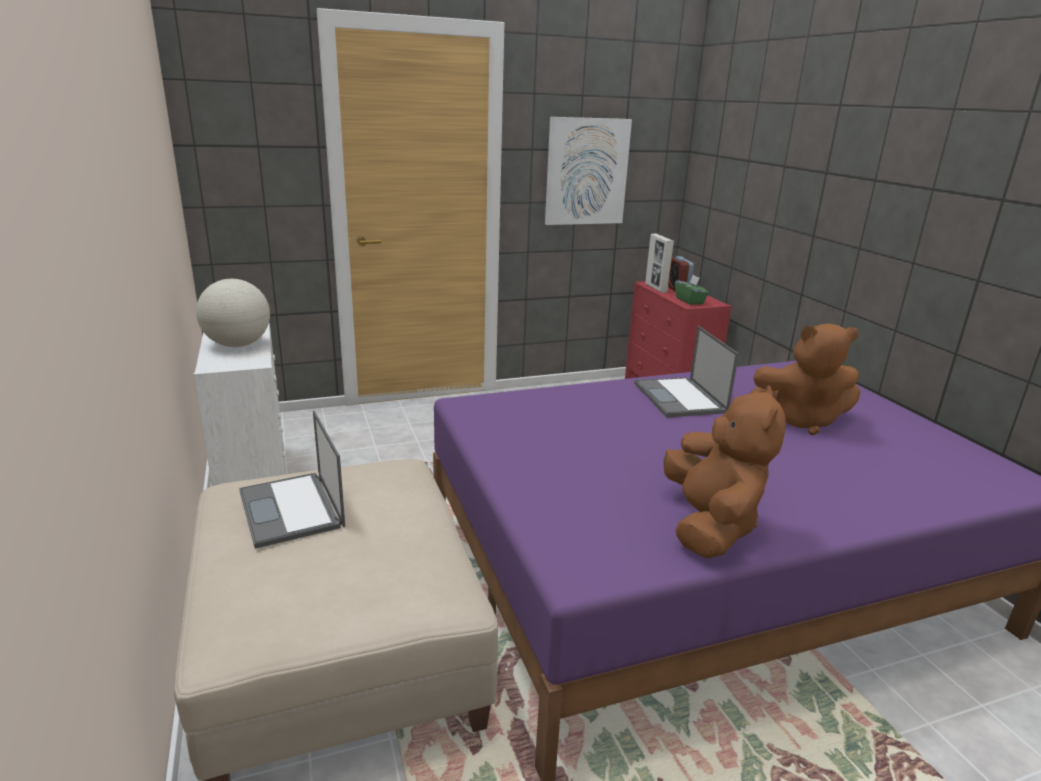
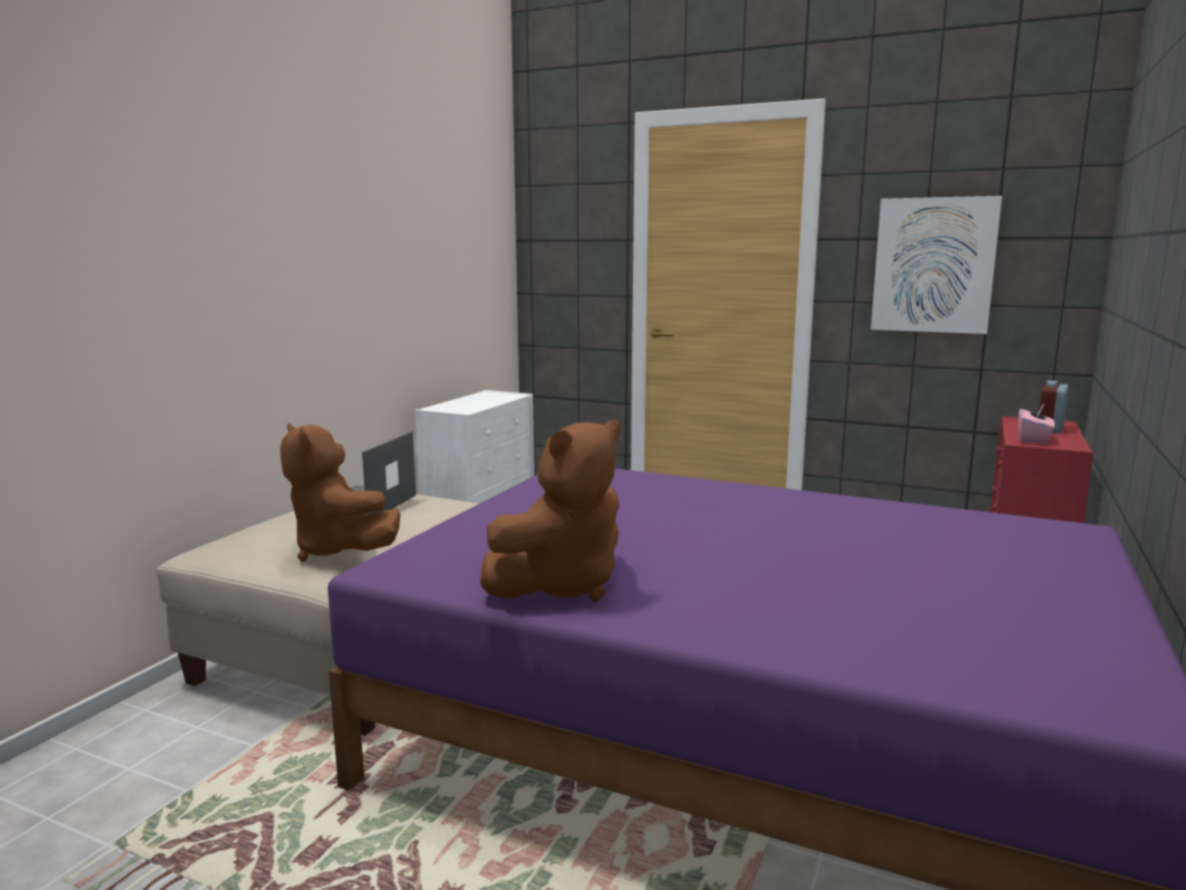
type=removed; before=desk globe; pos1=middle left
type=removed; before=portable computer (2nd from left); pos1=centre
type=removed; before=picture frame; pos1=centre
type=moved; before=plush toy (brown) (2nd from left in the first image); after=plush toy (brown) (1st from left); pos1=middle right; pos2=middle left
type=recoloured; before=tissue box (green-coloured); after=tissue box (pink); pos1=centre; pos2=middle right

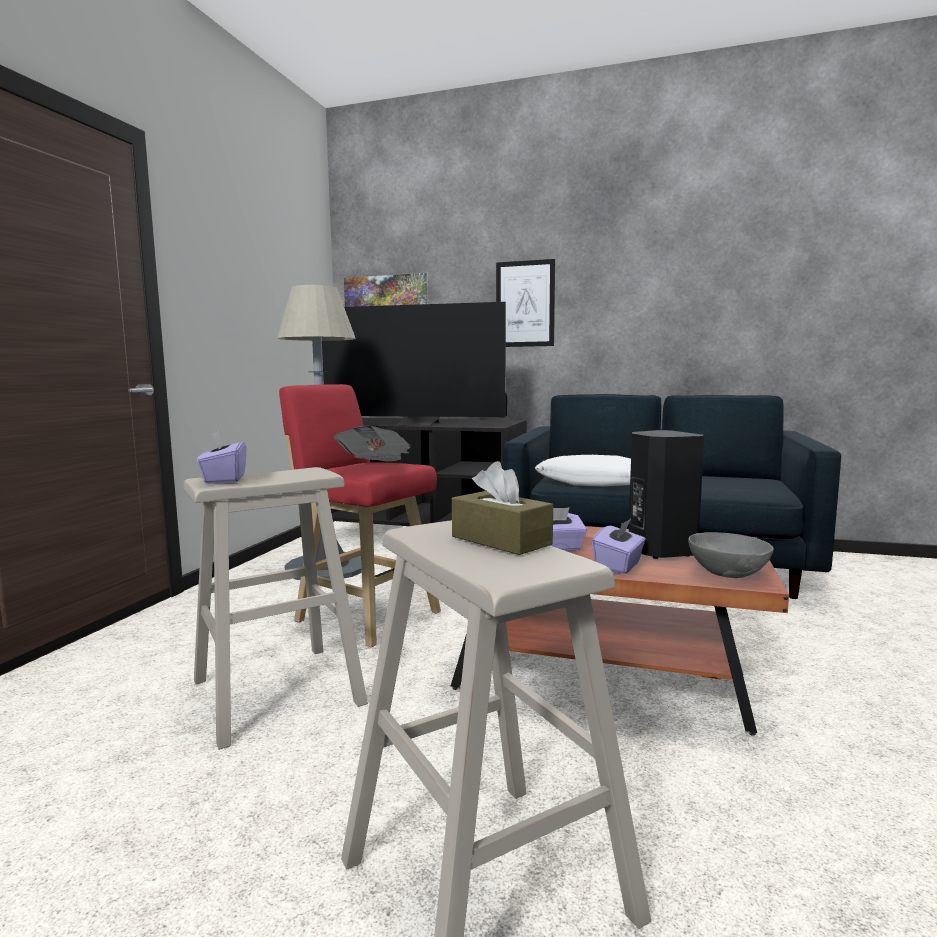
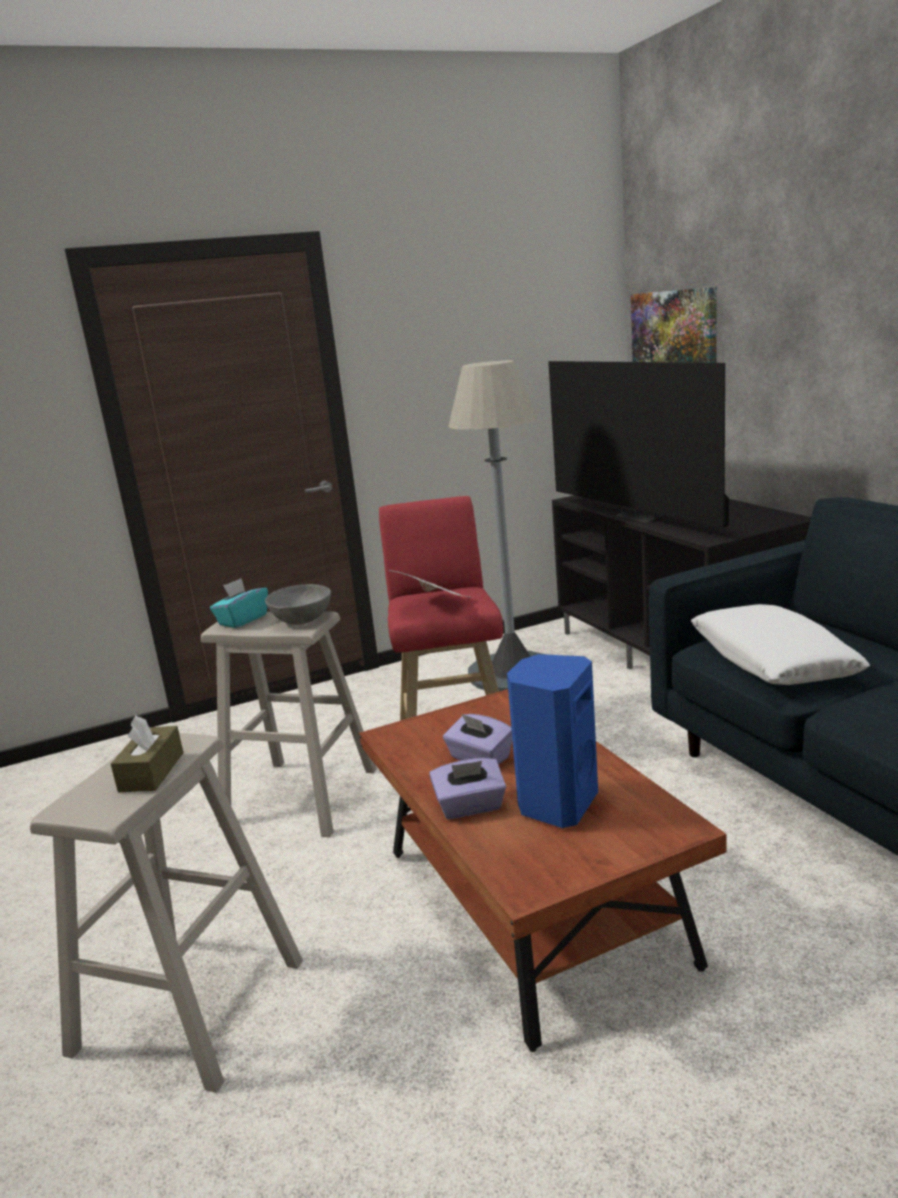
type=removed; before=picture (2nd from left); pos1=top centre
type=moved; before=deep dish (grey); pos1=middle right; pos2=middle left
type=recoloured; before=tissue box (purple) (1st from left); after=tissue box (turquoise-coloured); pos1=middle left; pos2=middle left
type=recoloured; before=speaker (black); after=speaker (blue-coloured); pos1=middle right; pos2=centre

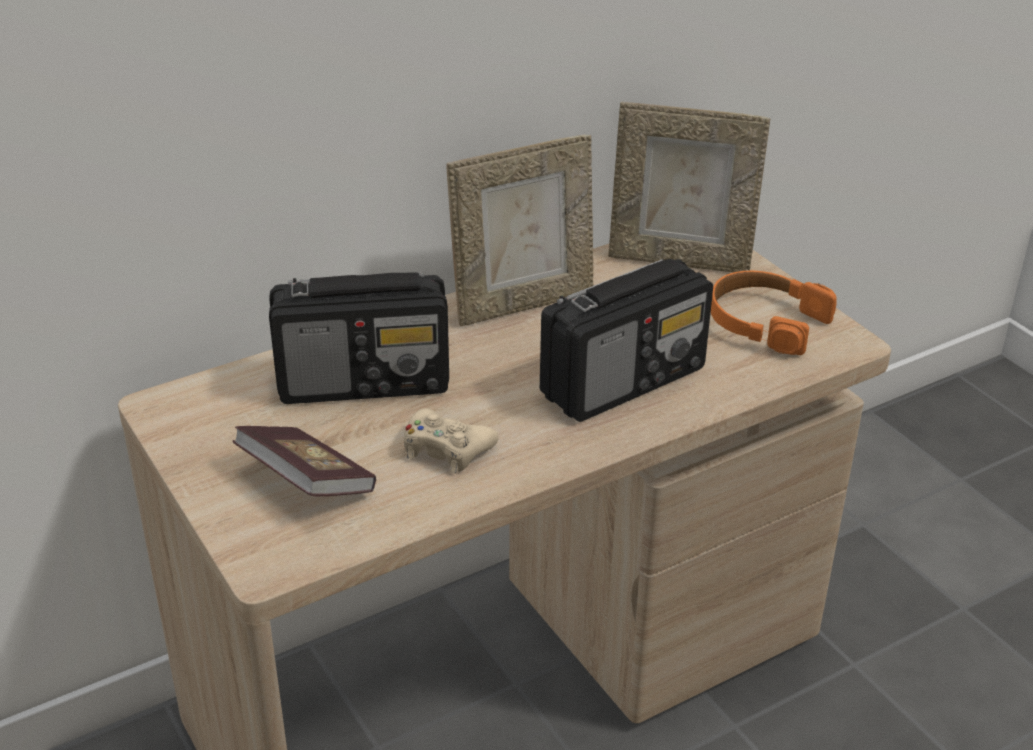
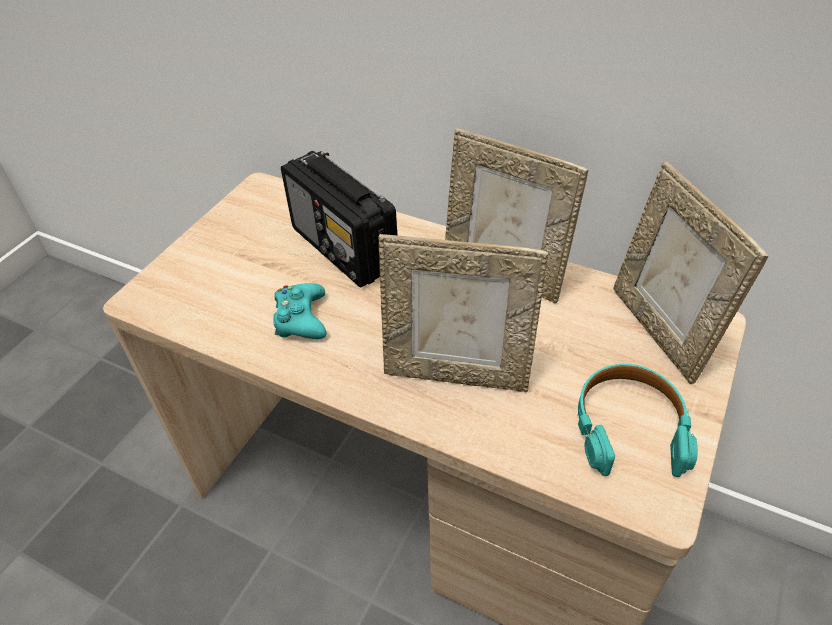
type=removed; before=bound book; pos1=middle left
type=replaced; before=radio (2nd from left); after=picture frame (1st from left); pos1=centre; pos2=centre
type=recoloured; before=joypad (beige); after=joypad (turquoise-coloured); pos1=centre; pos2=centre
type=recoloured; before=headset (orange-coloured); after=headset (turquoise-coloured); pos1=middle right; pos2=bottom right

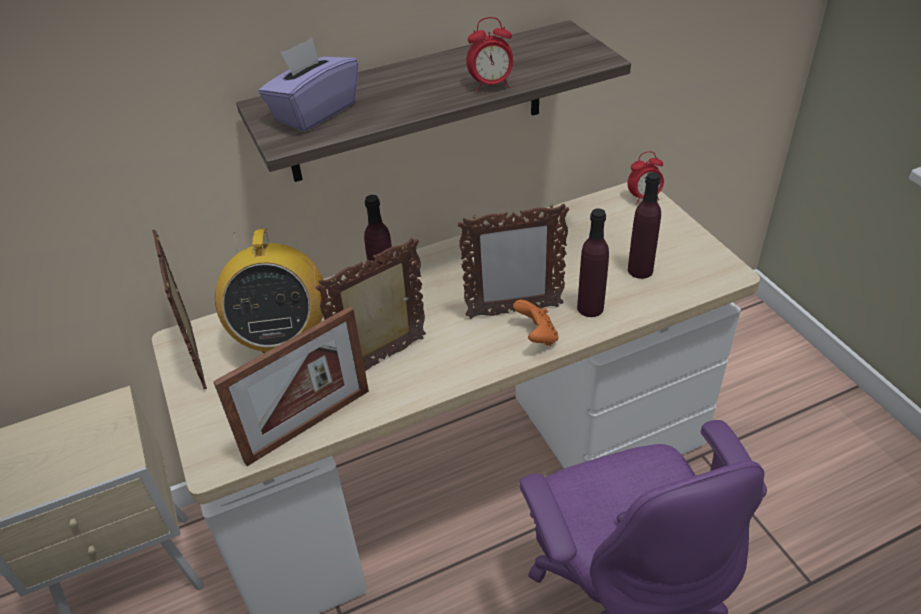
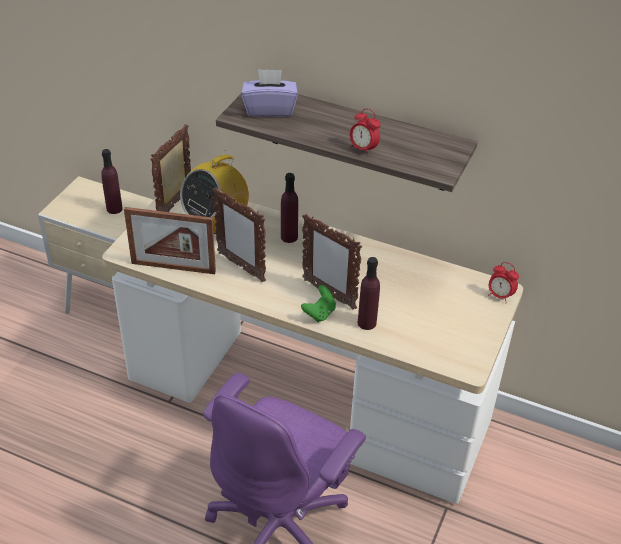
type=moved; before=bottle (purple) (3rd from left in the first image); after=bottle (purple) (1st from left); pos1=middle right; pos2=top left
type=recoloured; before=joypad (orange-coloured); after=joypad (green-coloured); pos1=centre; pos2=centre
type=turned; before=picture frame (3rd from left); pos1=centre; pos2=centre; turn=-150

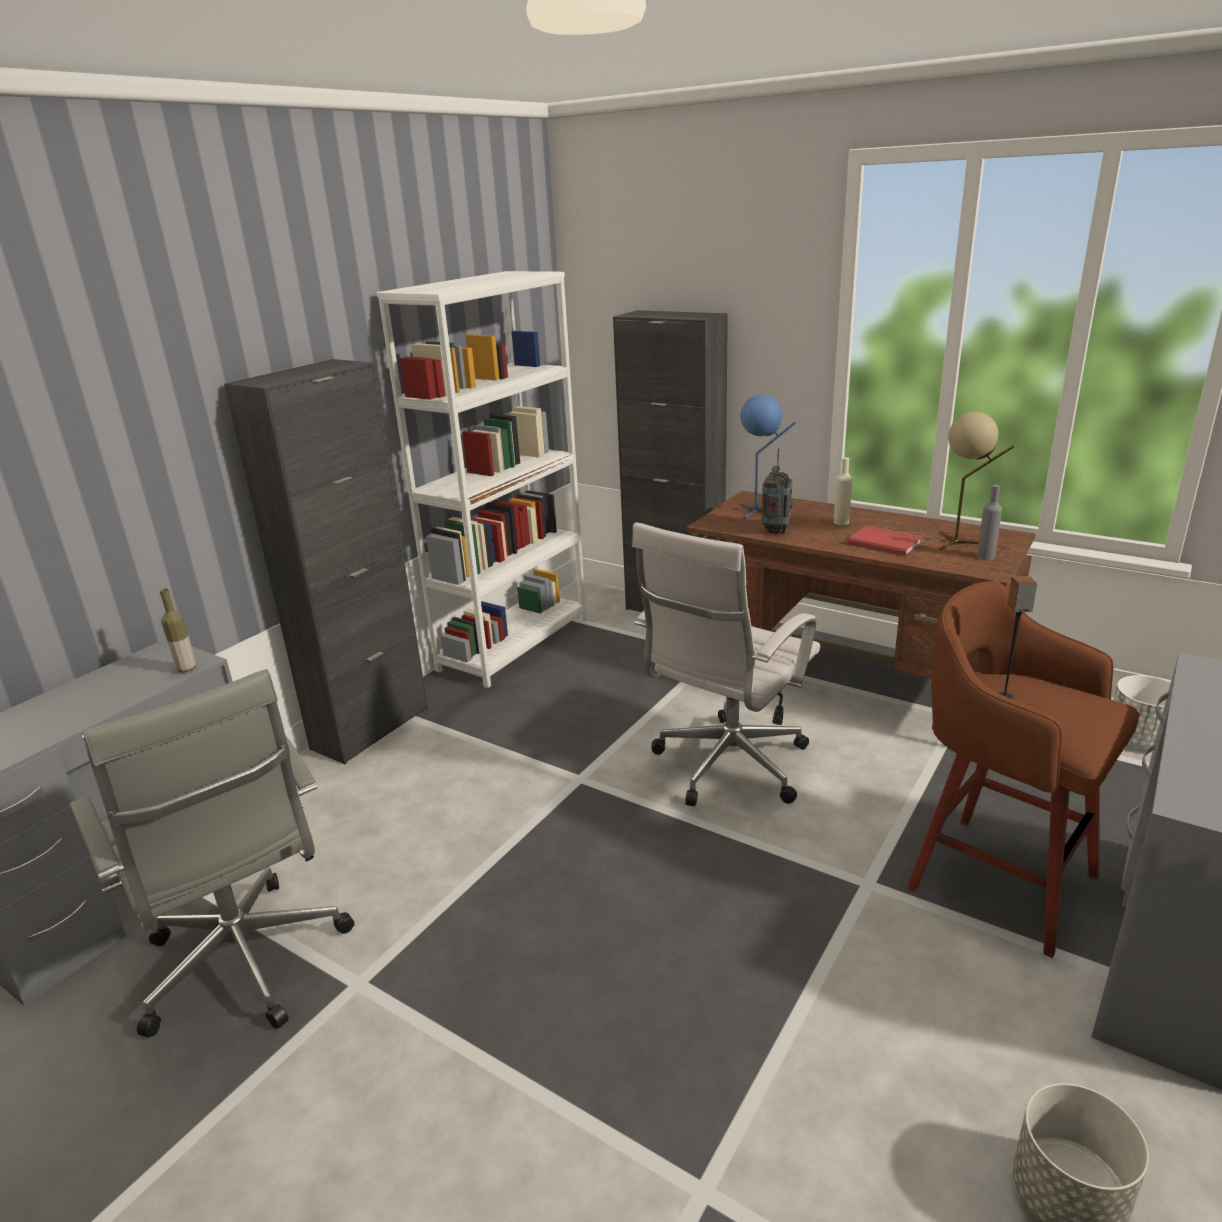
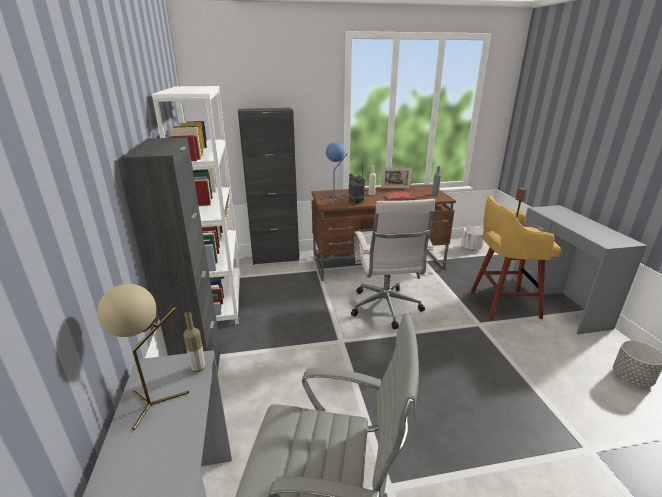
type=added; after=picture frame; pos2=centre
type=moved; before=tabletop lamp (beige); pos1=middle right; pos2=bottom left
type=recoloured; before=sitting stool (brown); after=sitting stool (yellow-coloured); pos1=middle right; pos2=middle right

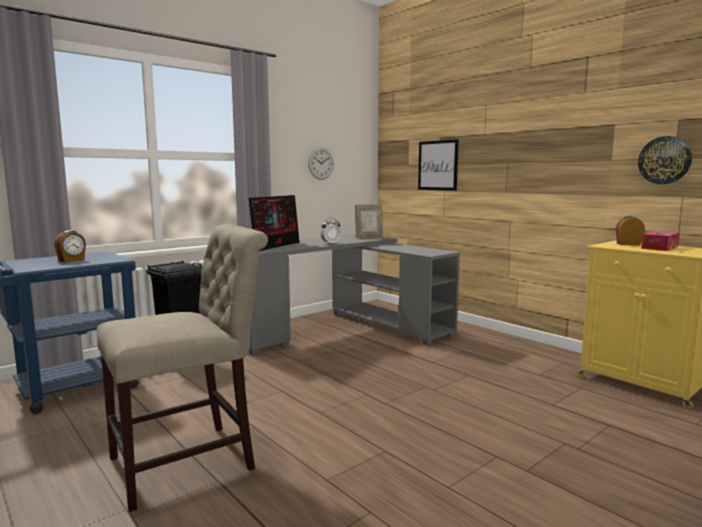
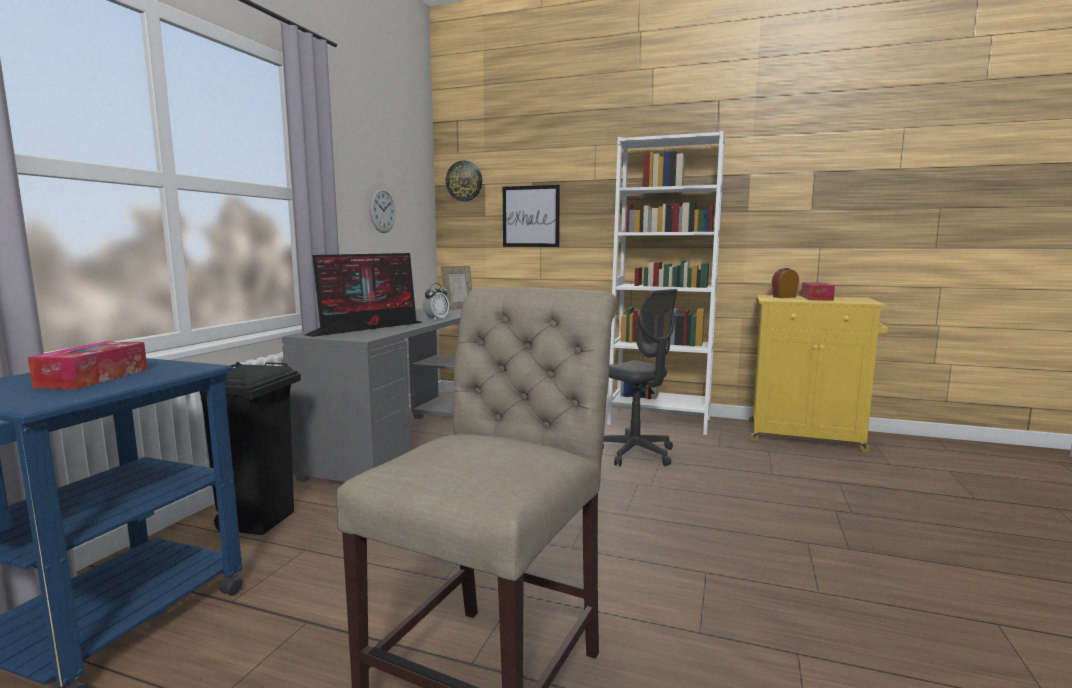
type=added; after=desk chair (grey); pos2=centre
type=added; after=bookcase (white); pos2=centre
type=moved; before=hanging clock (2nd from left); pos1=top right; pos2=top centre
type=replaced; before=alarm clock (1st from left); after=tissue box (1st from left); pos1=middle left; pos2=middle left
type=turned; before=monitor; pos1=centre; pos2=centre; turn=45

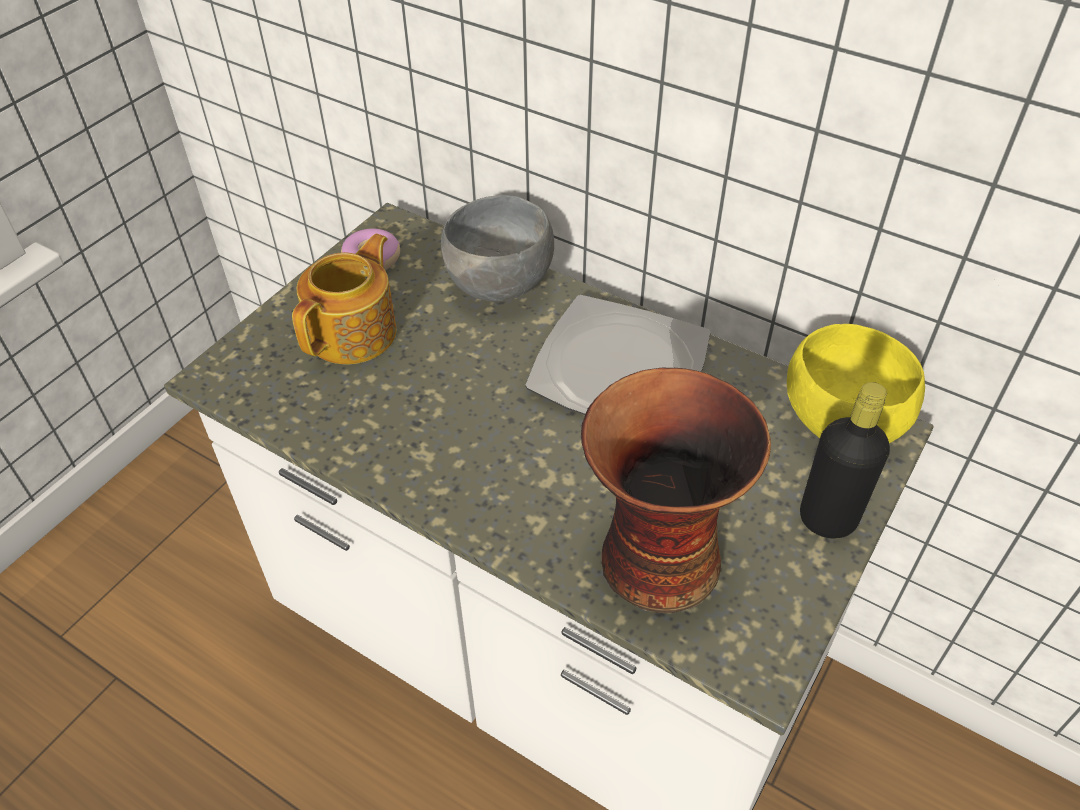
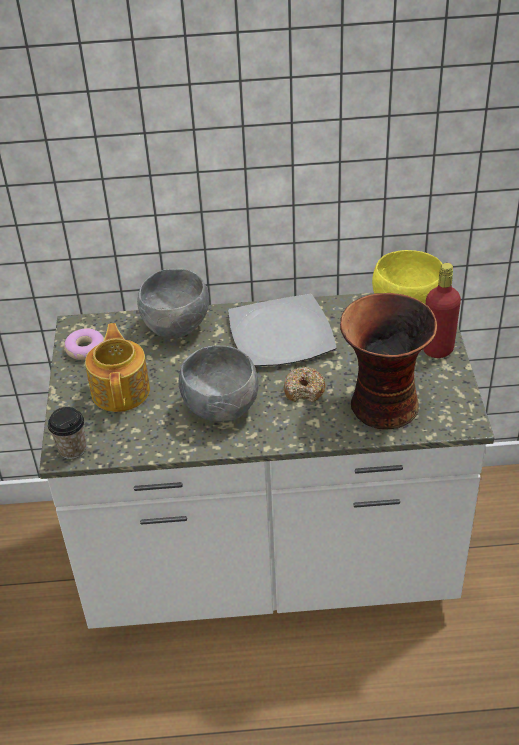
type=added; after=drinking cup; pos2=middle left
type=added; after=deep dish (grey) (2nd from left); pos2=centre
type=added; after=donut (2nd from left); pos2=centre
type=recoloured; before=bottle (black); after=bottle (reddish); pos1=middle right; pos2=middle right

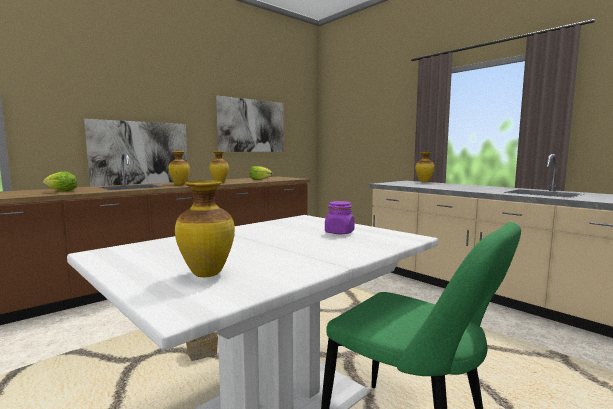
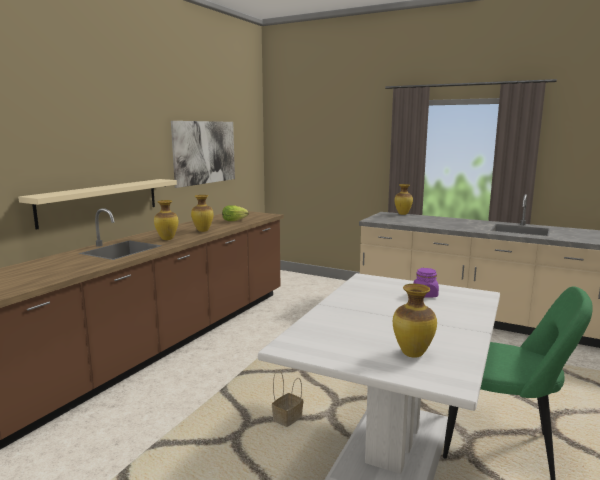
type=removed; before=lettuce (1st from left); pos1=middle left
type=replaced; before=picture (1st from left); after=shelf (beige); pos1=middle left; pos2=middle left

